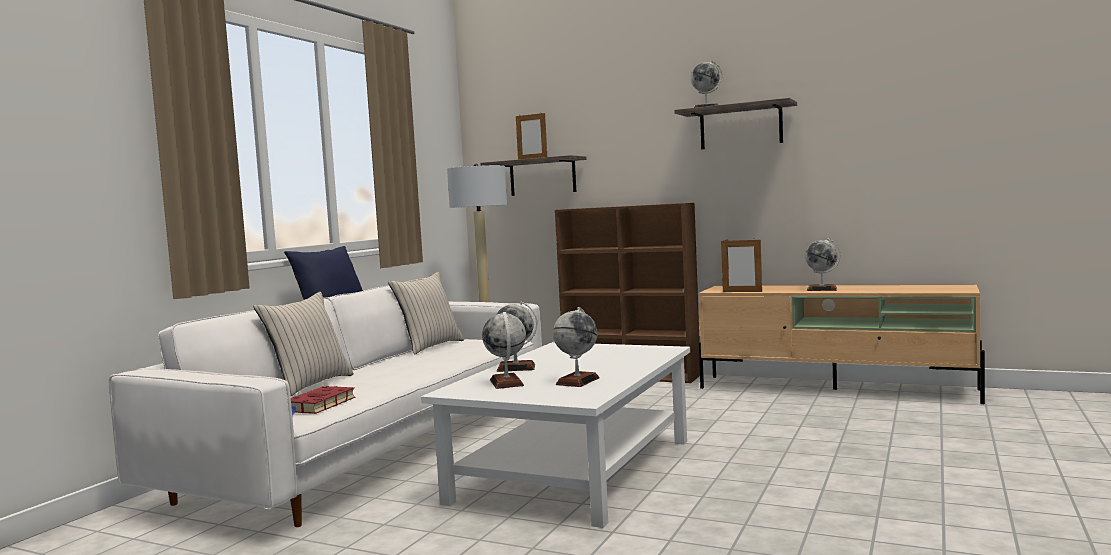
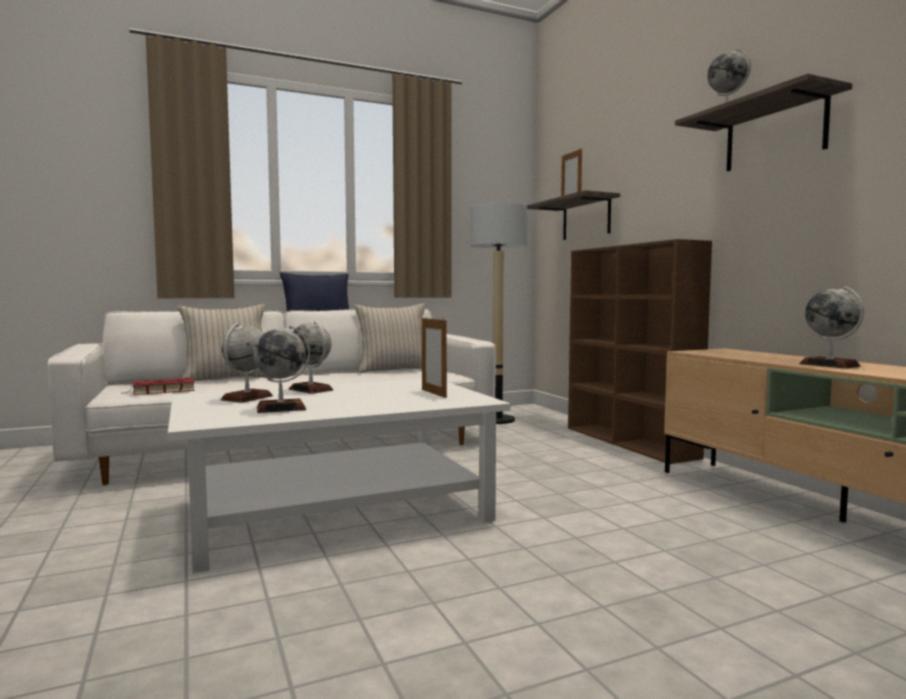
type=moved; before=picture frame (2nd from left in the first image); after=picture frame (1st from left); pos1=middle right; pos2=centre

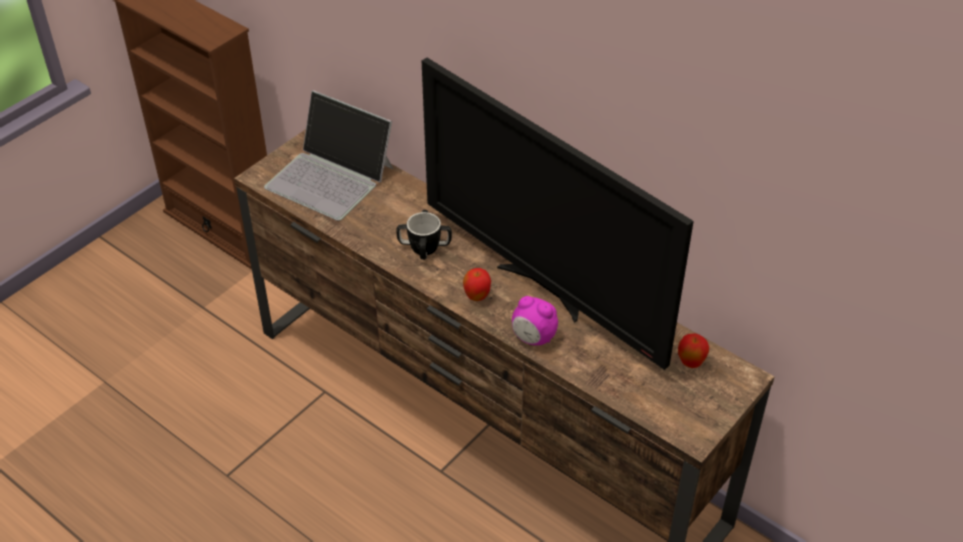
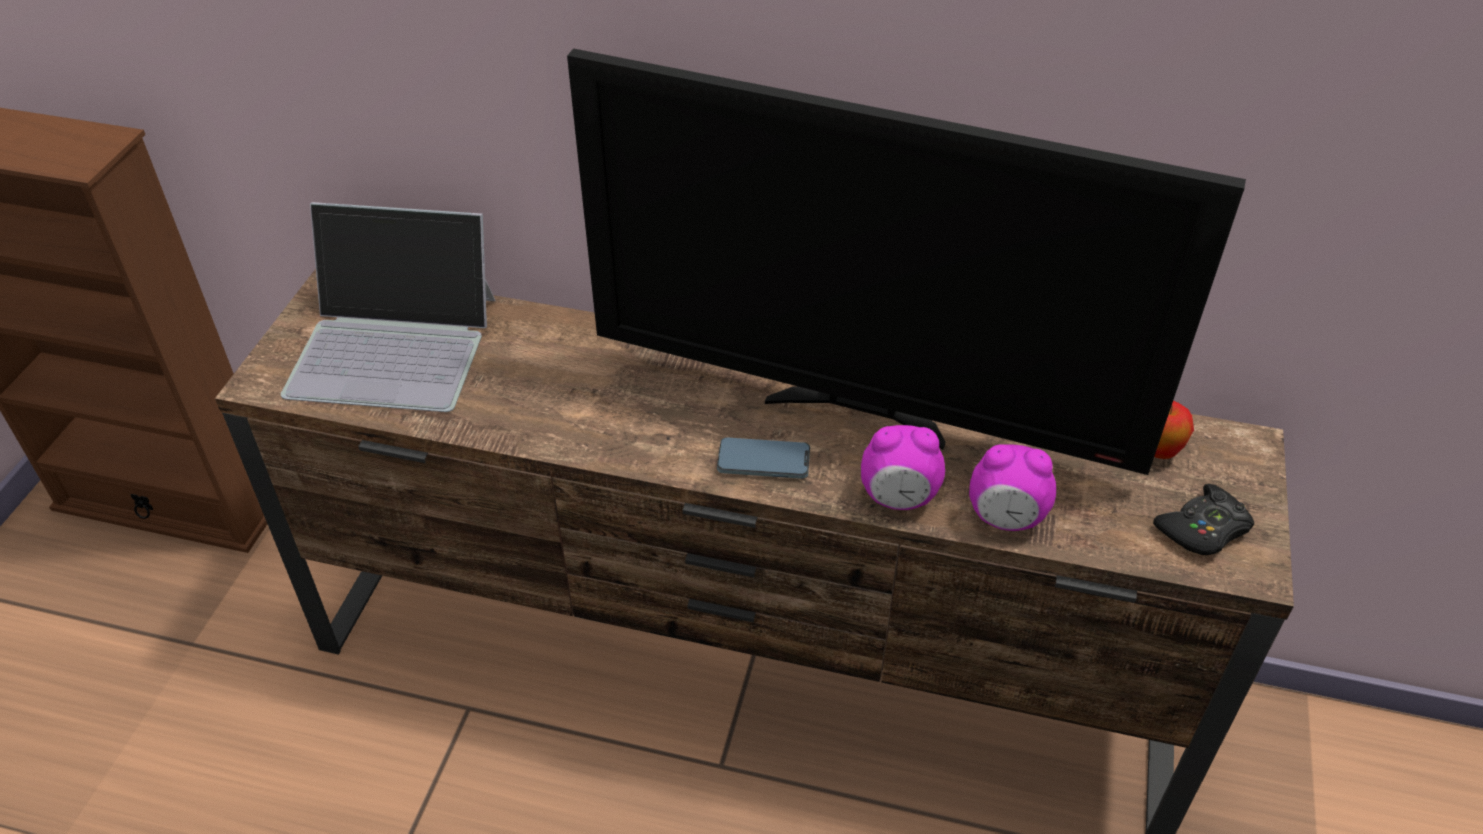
type=removed; before=mug; pos1=centre
type=added; after=alarm clock (2nd from left); pos2=middle right
type=added; after=joypad (black); pos2=middle right
type=replaced; before=apple (1st from left); after=handset; pos1=centre; pos2=centre

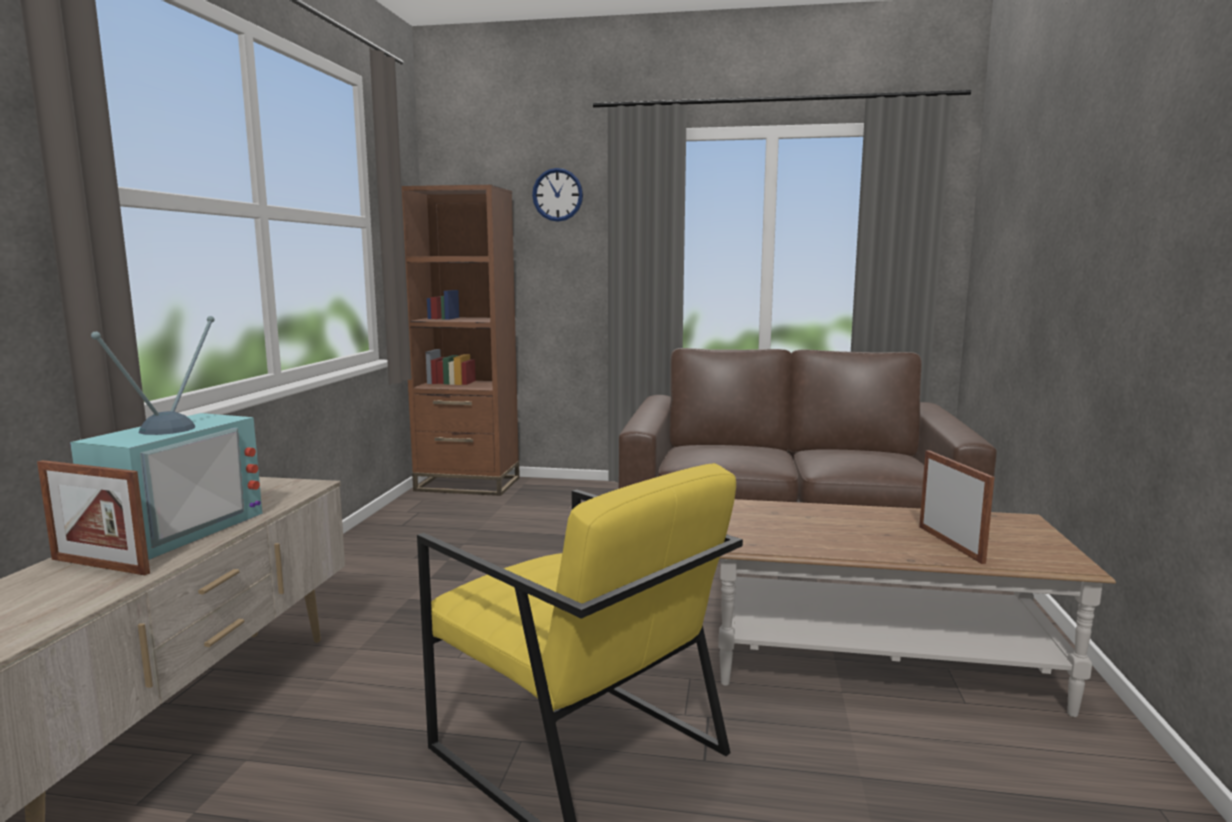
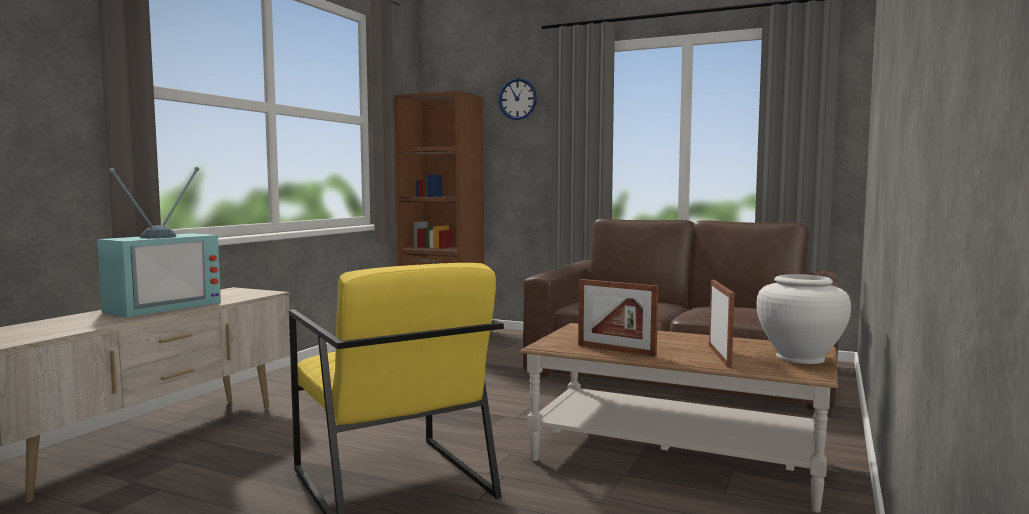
type=added; after=vase (white); pos2=middle right
type=moved; before=picture frame (1st from left); pos1=middle left; pos2=centre

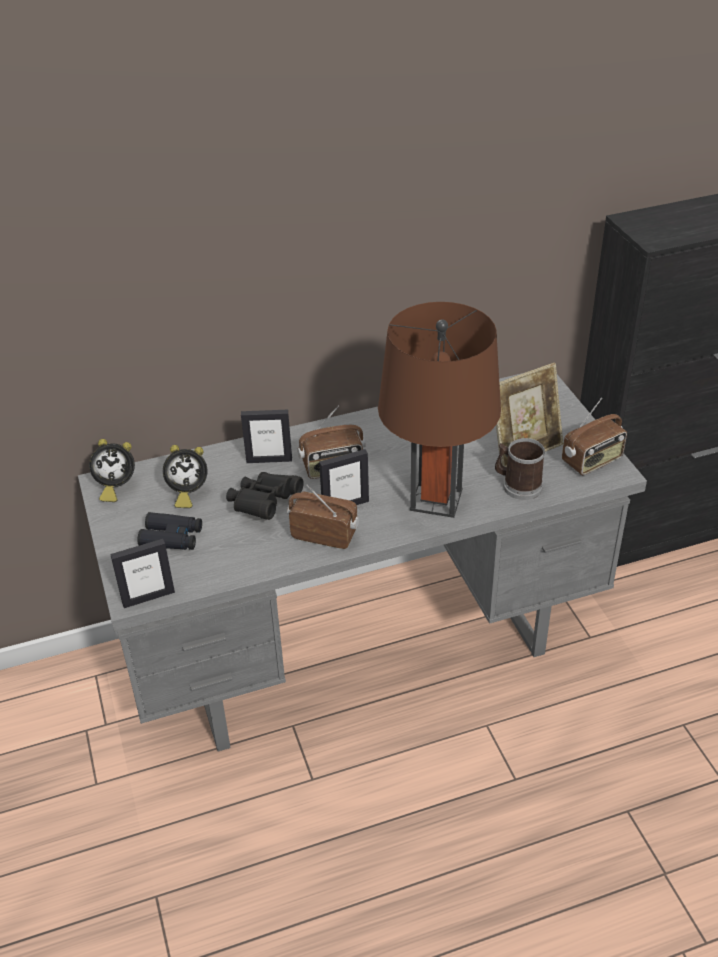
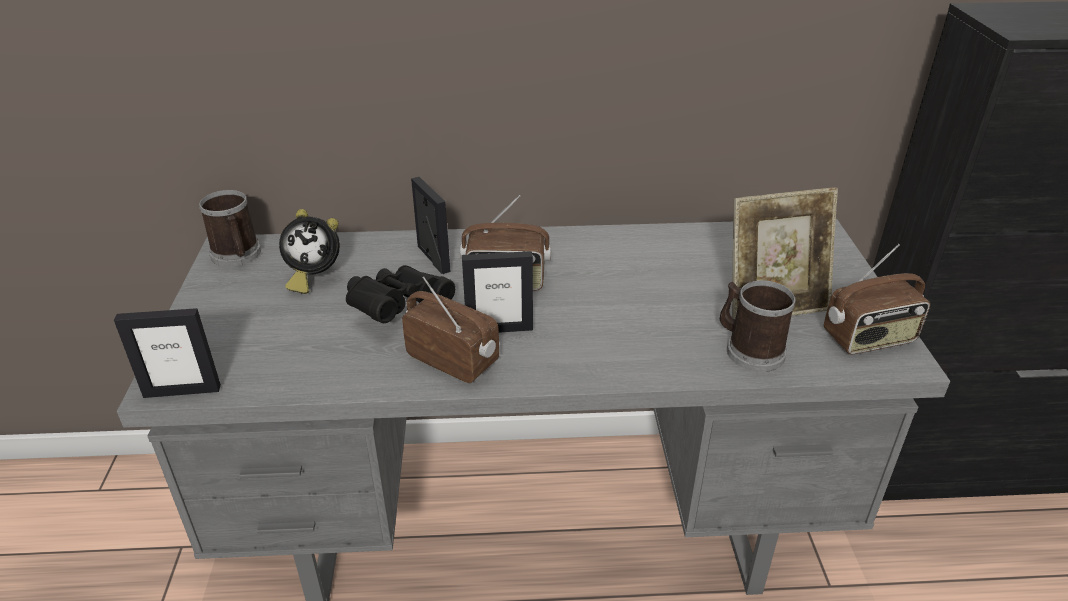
type=removed; before=binoculars (black) (1st from left); pos1=middle left
type=removed; before=tabletop lamp (brown); pos1=centre
type=replaced; before=alarm clock (1st from left); after=mug (1st from left); pos1=middle left; pos2=middle left
type=turned; before=picture frame (2nd from left); pos1=centre; pos2=centre; turn=-135

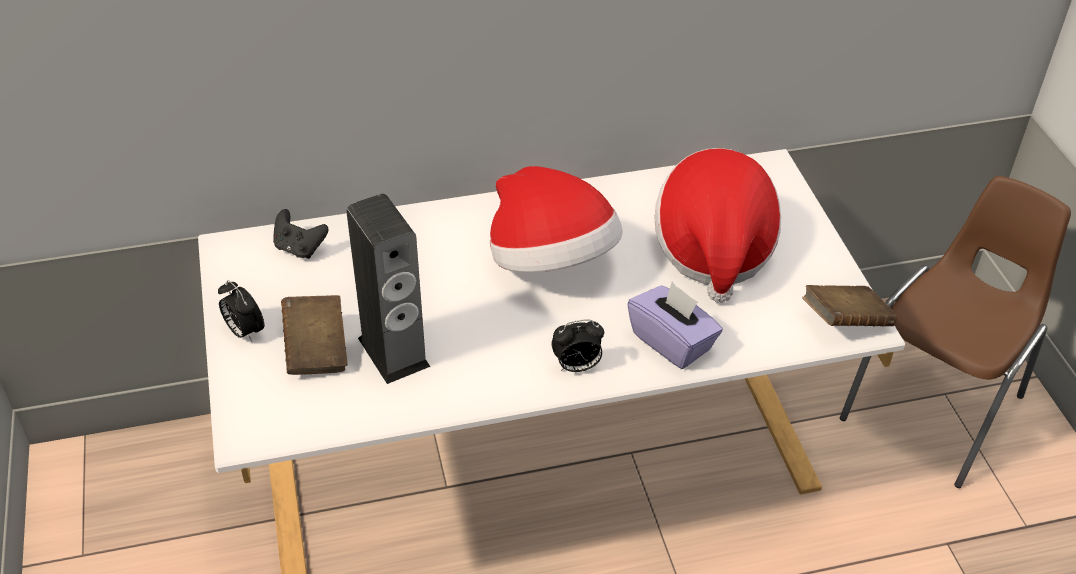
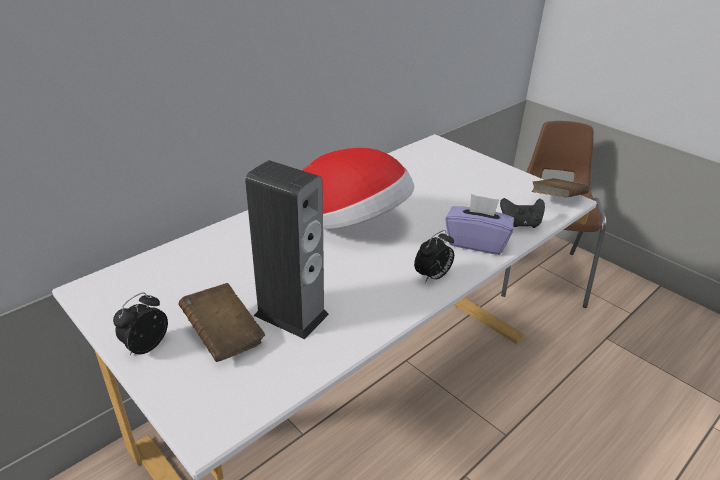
type=removed; before=wearable hat (2nd from left); pos1=middle right
type=moved; before=joypad (black); pos1=middle left; pos2=middle right
type=turned; before=alarm clock (1st from left); pos1=middle left; pos2=bottom left; turn=105

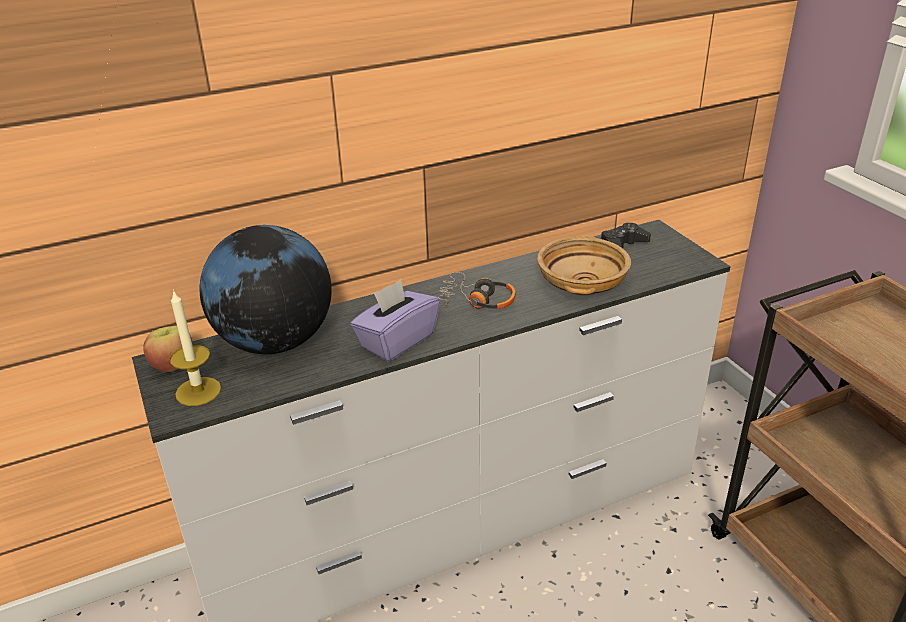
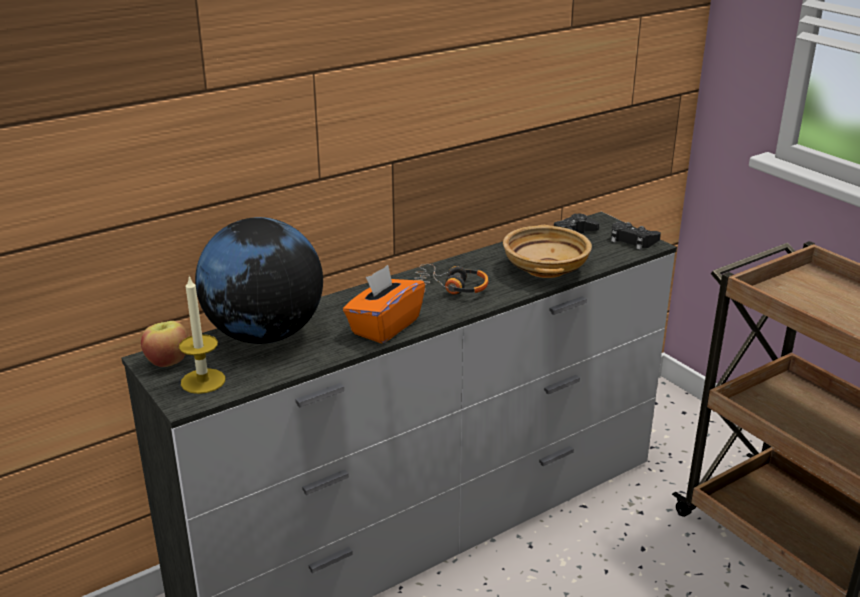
type=added; after=joypad (black) (2nd from left); pos2=middle right
type=recoloured; before=tissue box (purple); after=tissue box (orange-coloured); pos1=centre; pos2=centre

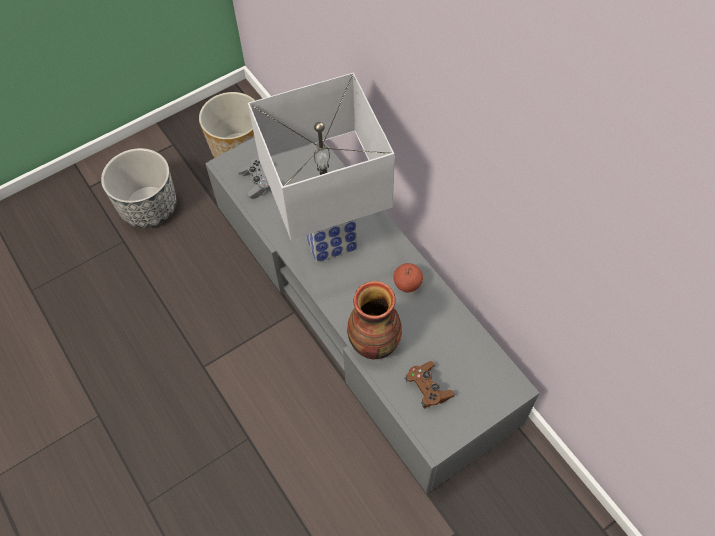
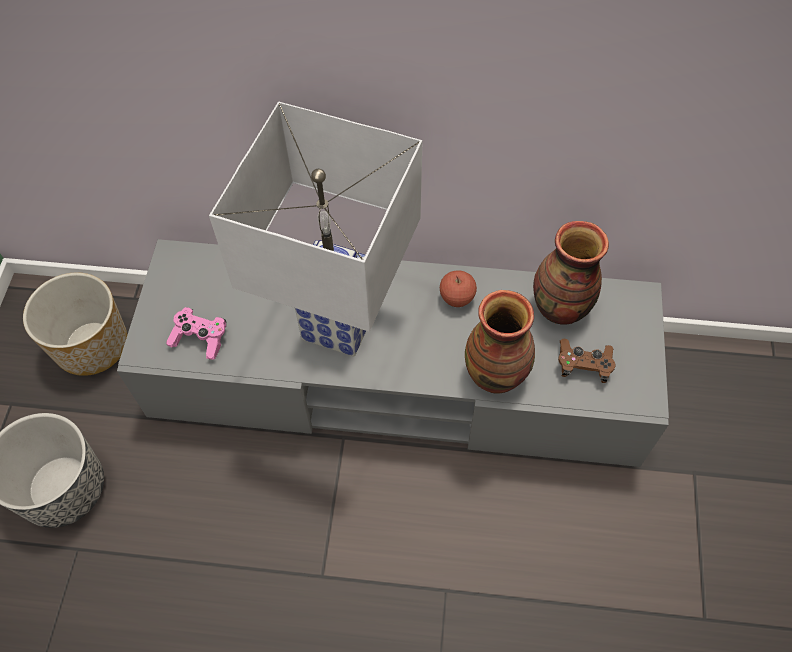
type=added; after=vase (2nd from left); pos2=middle right
type=recoloured; before=joypad (grey); after=joypad (pink); pos1=top centre; pos2=middle left

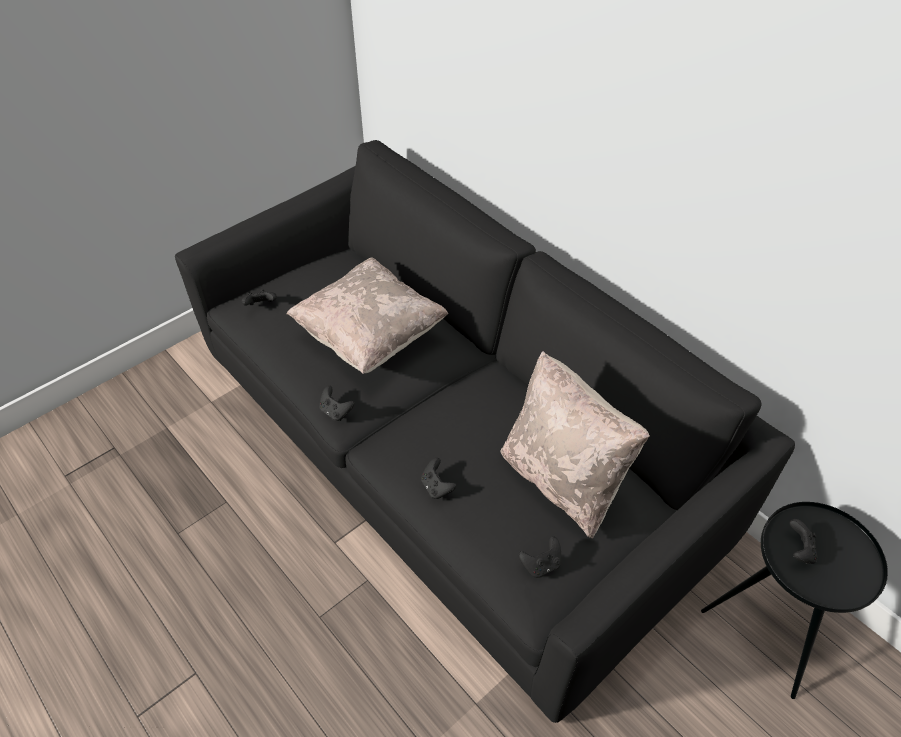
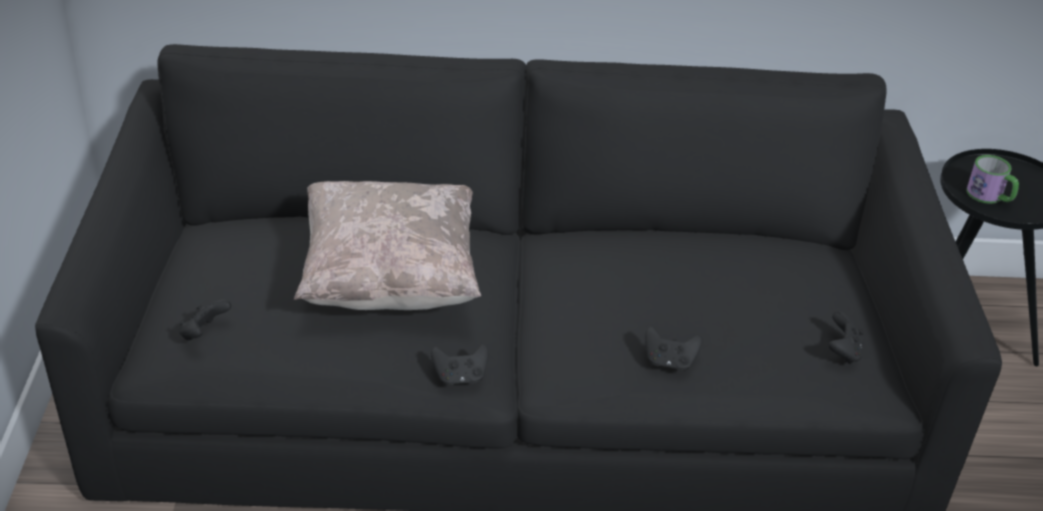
type=removed; before=throw pillow (beige) (2nd from left); pos1=centre
type=replaced; before=joypad (black) (5th from left); after=mug; pos1=bottom right; pos2=middle right

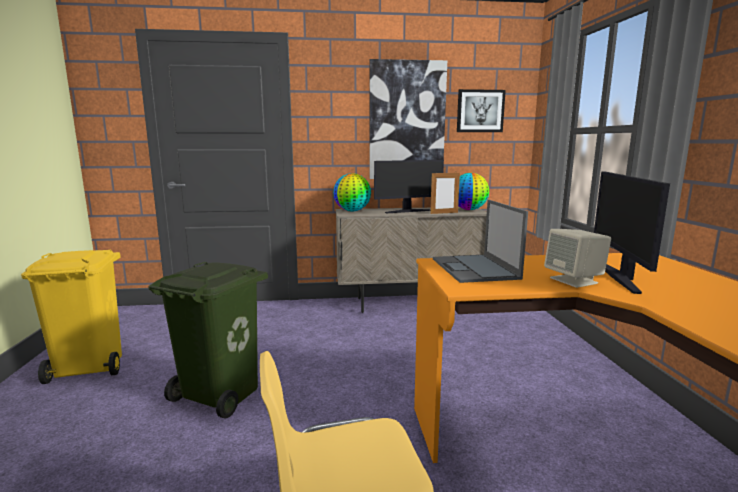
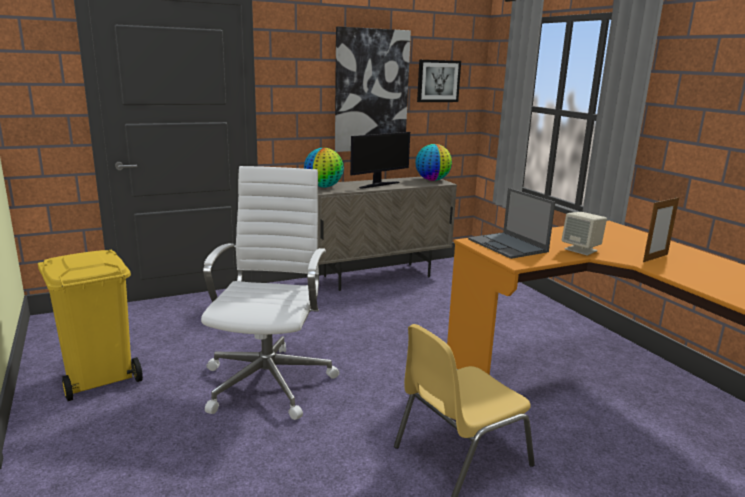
type=removed; before=monitor (2nd from left); pos1=middle right
type=moved; before=picture frame; pos1=centre; pos2=middle right
type=replaced; before=waste bin (green-coloured); after=desk chair (white); pos1=bottom left; pos2=centre

